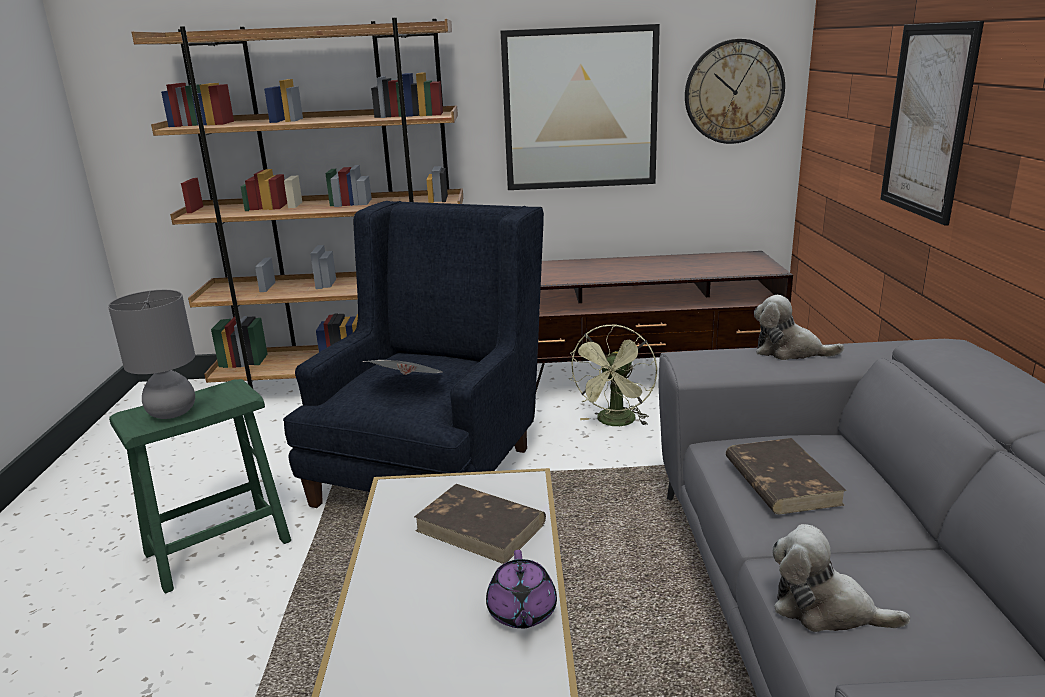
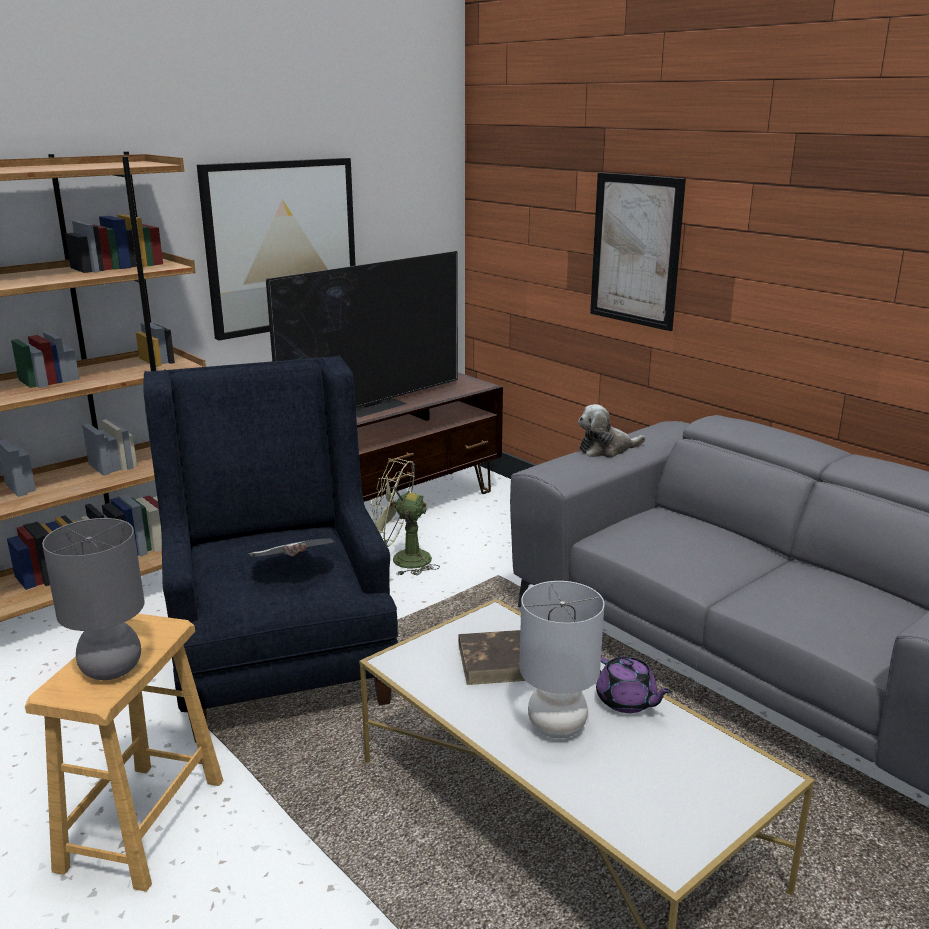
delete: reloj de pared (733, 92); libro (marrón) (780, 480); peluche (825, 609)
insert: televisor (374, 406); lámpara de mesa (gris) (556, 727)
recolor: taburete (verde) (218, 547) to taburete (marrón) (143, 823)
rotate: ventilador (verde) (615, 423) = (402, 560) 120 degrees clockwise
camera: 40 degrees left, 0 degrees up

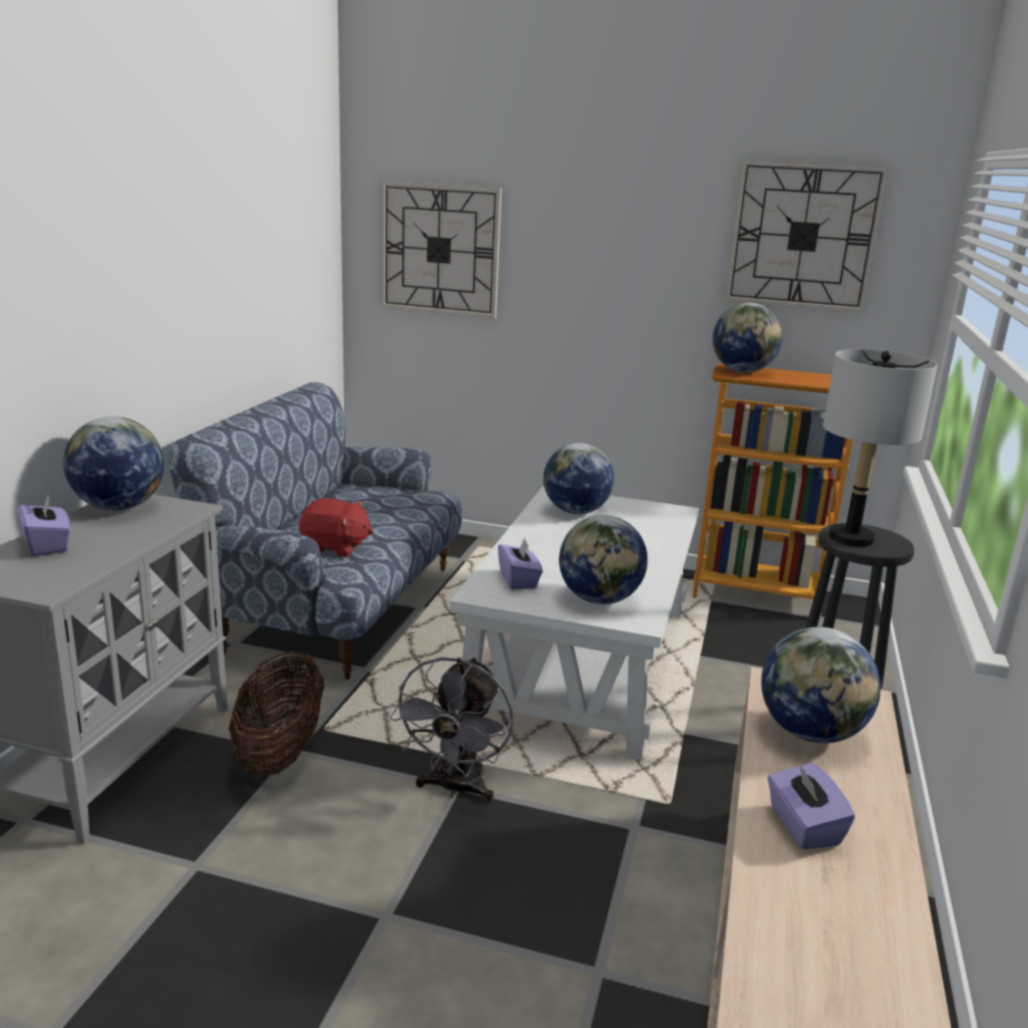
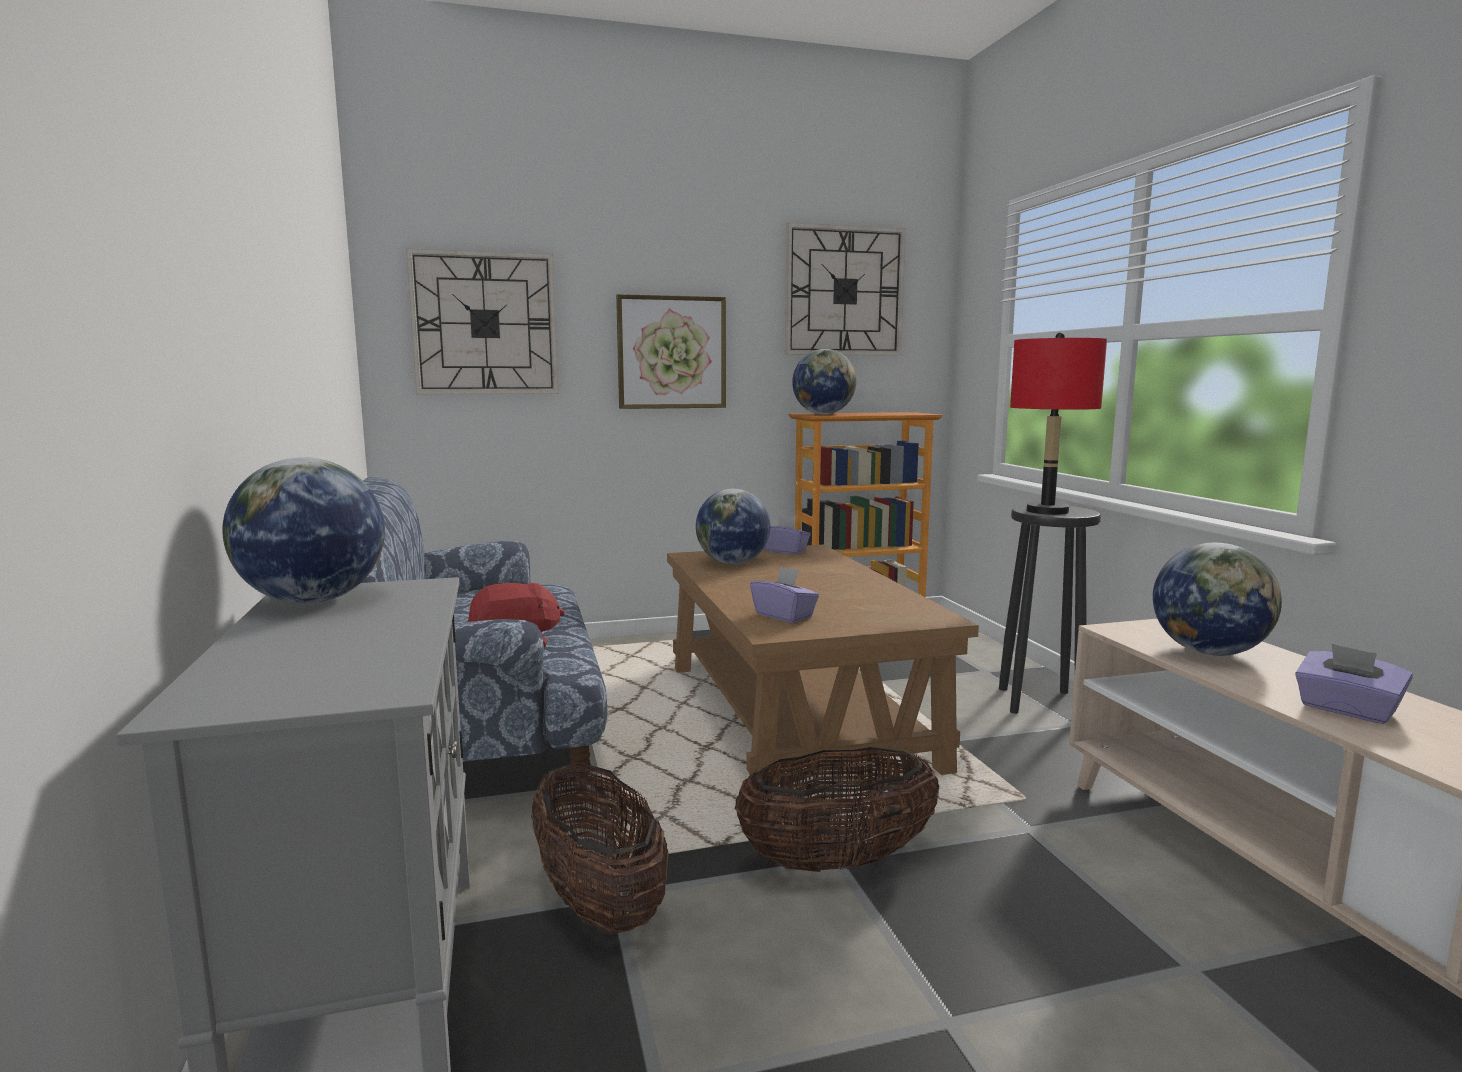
delete: globo terráqueo (599, 599)
insert: cuadro (671, 352)
move: caja de pañuelos (morado) (47, 545) to (785, 551)
replace: ventilador (gris) (456, 789) to cesta (837, 861)
recolor: mesa de centro (blanco) (580, 662) to mesa de centro (marrón) (792, 714); lámpara de mesa (gris) (851, 538) to lámpara de mesa (rojo) (1047, 511)
camera: 30 degrees left, 10 degrees down

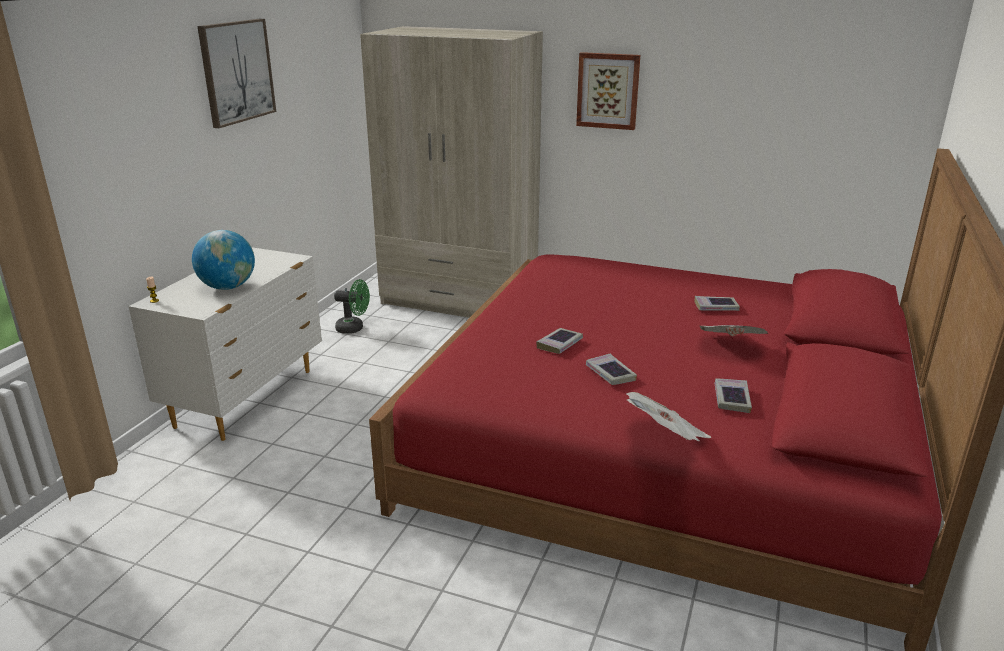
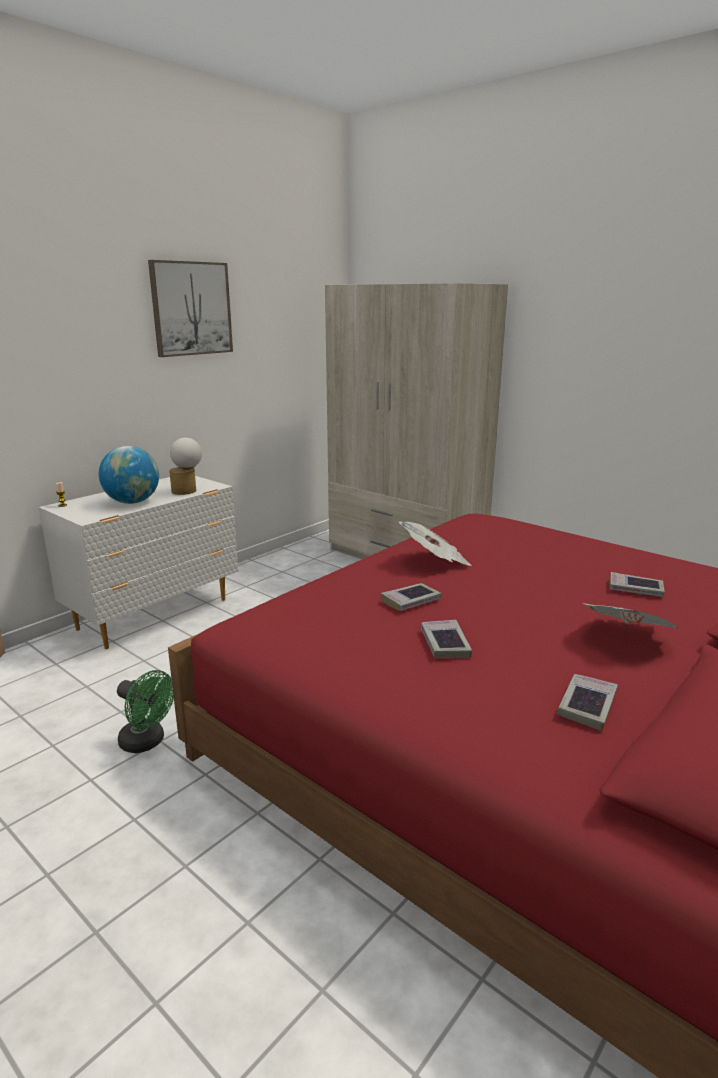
delete: cuadro (608, 90)
insert: lámpara de mesa (188, 491)
move: ventilador (verde) (354, 328) to (147, 742); periódico (666, 437) to (435, 561)
camera: 20 degrees right, 5 degrees down

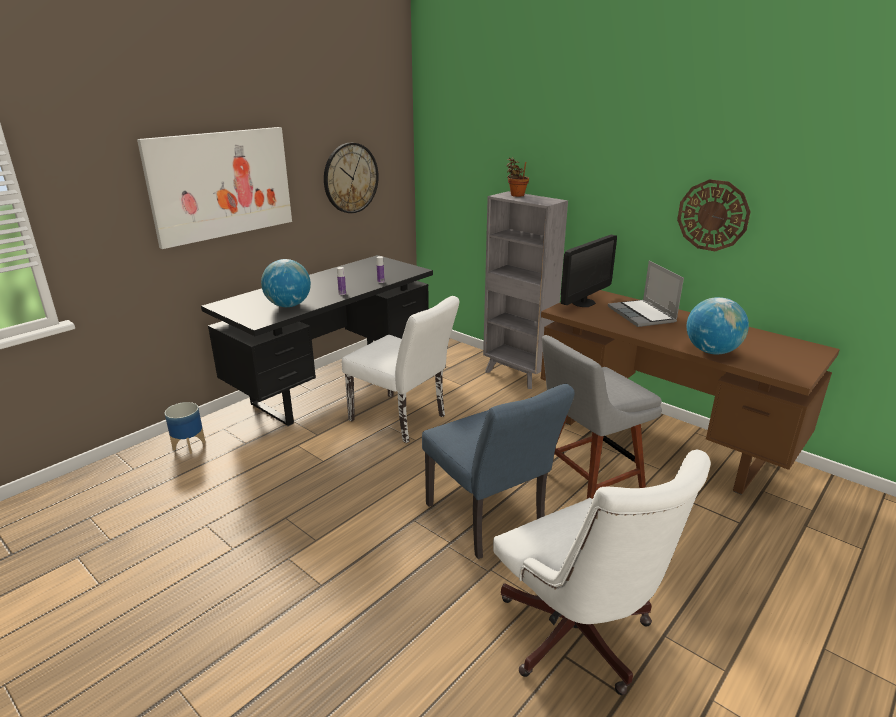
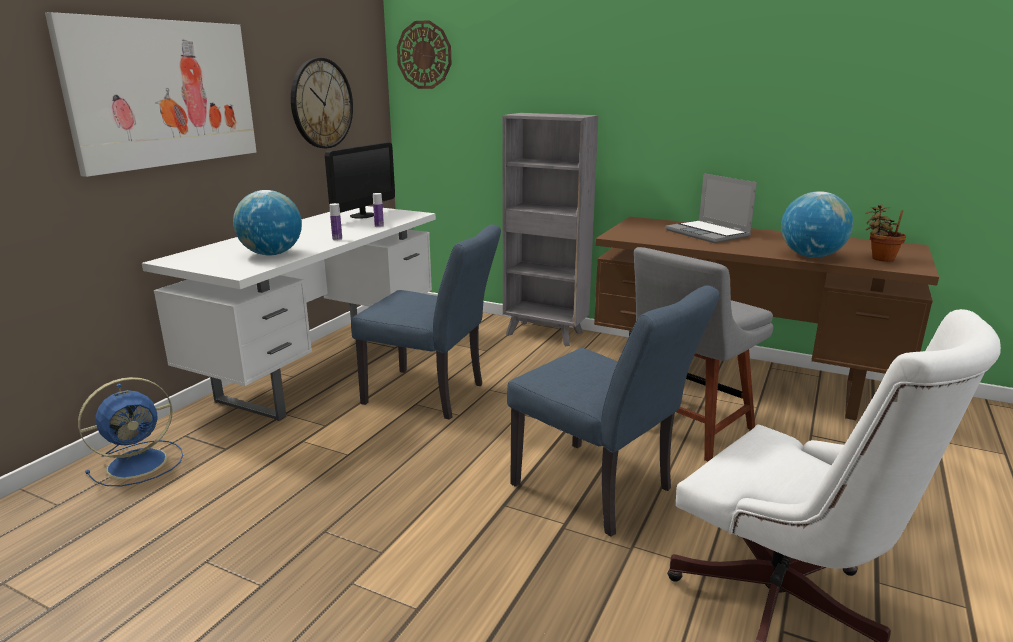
move: monitor (583, 303) to (363, 215); reloj de pared (713, 215) to (424, 55); planta en maceta (516, 195) to (880, 258)
replace: maceta (189, 445) to ventilador (azul) (140, 463)
recolor: escritorio (negro) (334, 384) to escritorio (blanco) (323, 367); silla (blanco) (403, 420) to silla (azul) (432, 395)
camera: 15 degrees left, 5 degrees down

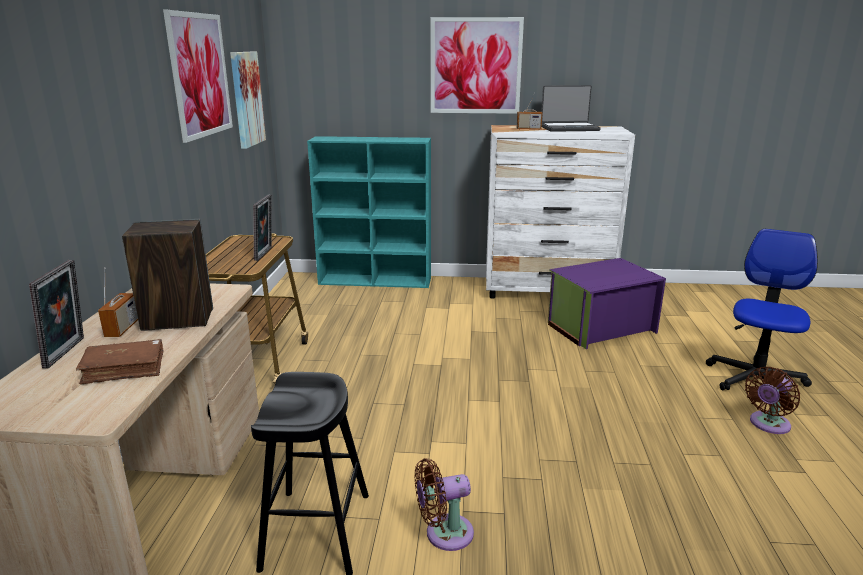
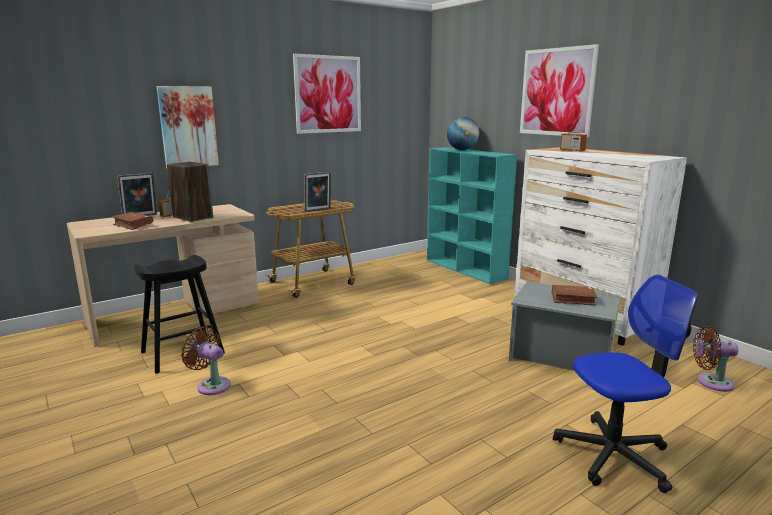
delete: portátil (569, 128)
insert: globo terráqueo (462, 149); libro (marrón) (572, 299)
move: cuadro (246, 99) to (188, 127); ventilador (marrón) (767, 425) to (711, 382)
recolor: caja de almacenaje (morado) (599, 327) to caja de almacenaje (gris) (560, 355)
camera: 50 degrees right, 5 degrees down

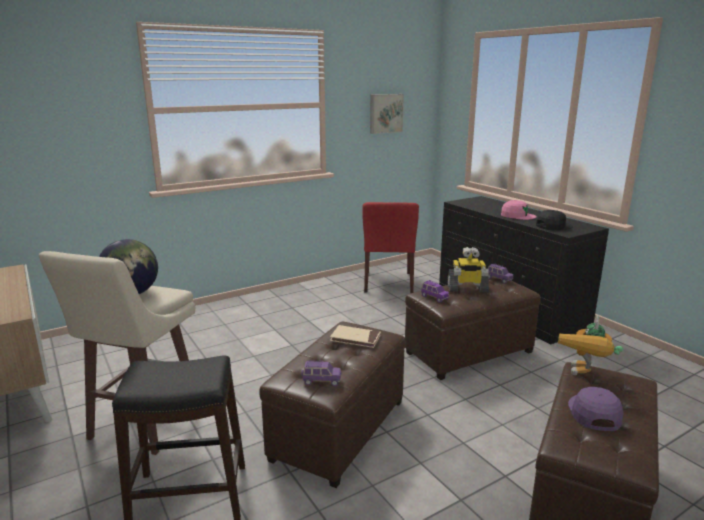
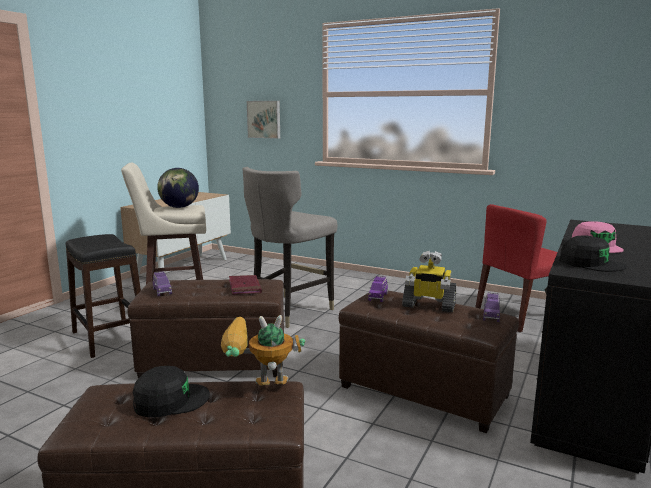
insert: taburete (gris) (289, 311)
move: cuadro (385, 113) to (264, 119)
recolor: gorra (morado) (593, 413) to gorra (negro) (170, 400); libro (beis) (355, 339) to libro (rojo) (244, 287)
rotate: robot de juguete (467, 289) = (428, 305) 45 degrees counterclockwise
camera: 60 degrees right, 5 degrees down

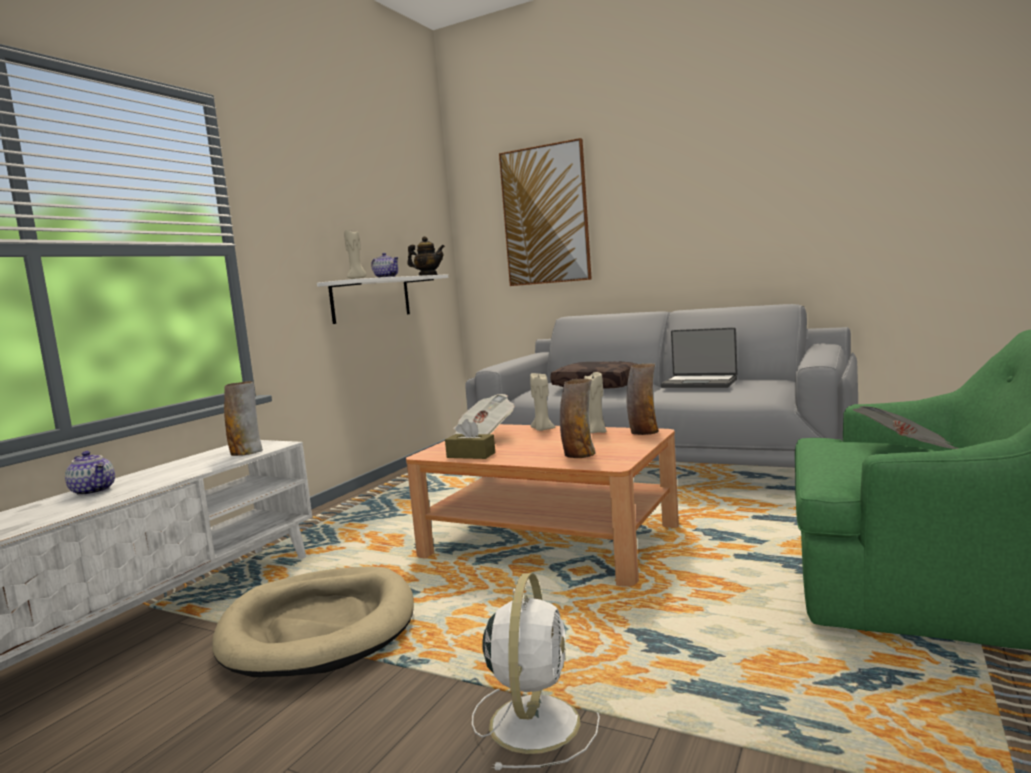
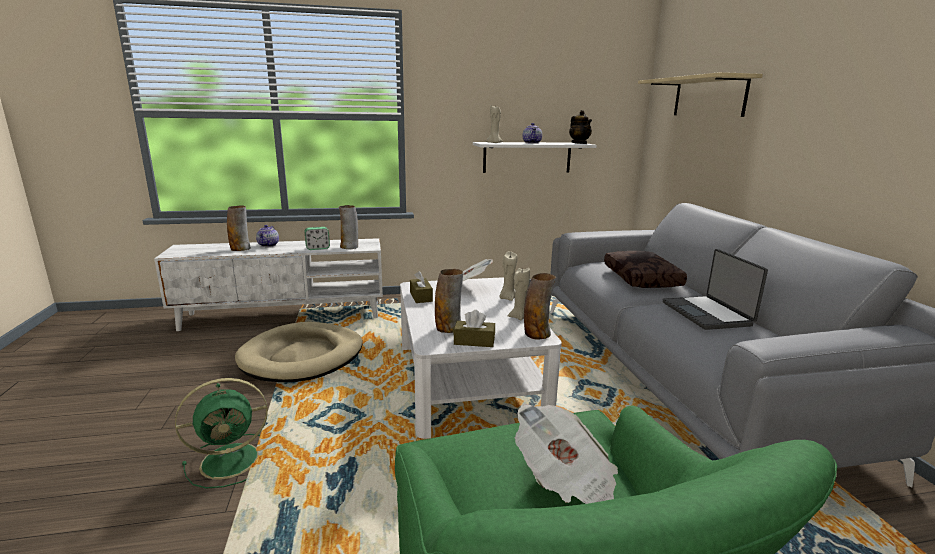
insert: florero (240, 249); despertador (318, 248); caja de pañuelos (marrón) (474, 341)
replace: cuadro (545, 215) to estante (beis) (709, 97)
recolor: ventilador (blanco) (535, 720) to ventilador (verde) (233, 460); mesa de centro (marrón) (550, 540) to mesa de centro (blanco) (469, 380)
camera: 50 degrees right, 10 degrees up

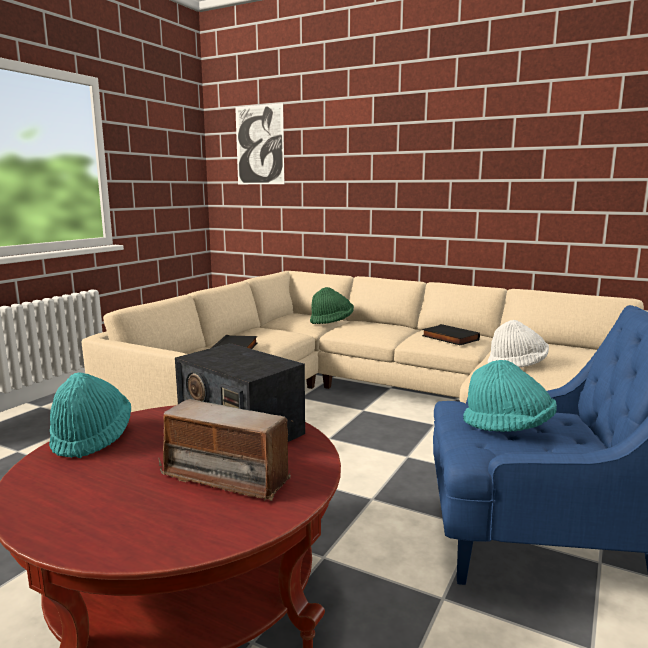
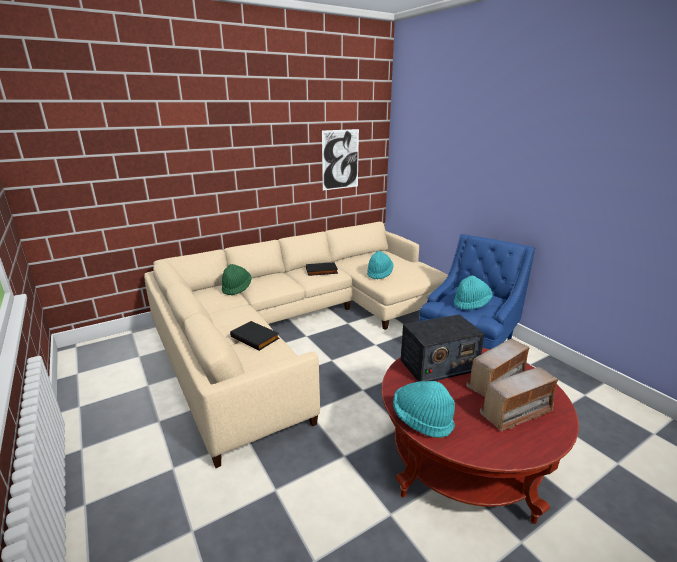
insert: radio (516, 412)
move: cuadro (259, 145) to (340, 159)
recolor: sombrero (blanco) (517, 365) to sombrero (turquesa) (379, 273)
camera: 60 degrees left, 10 degrees up

